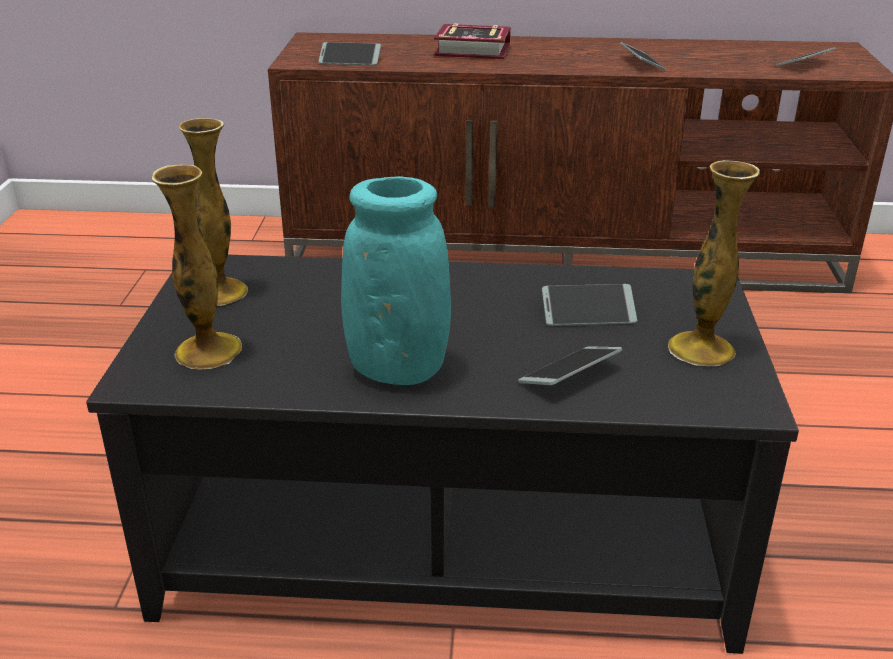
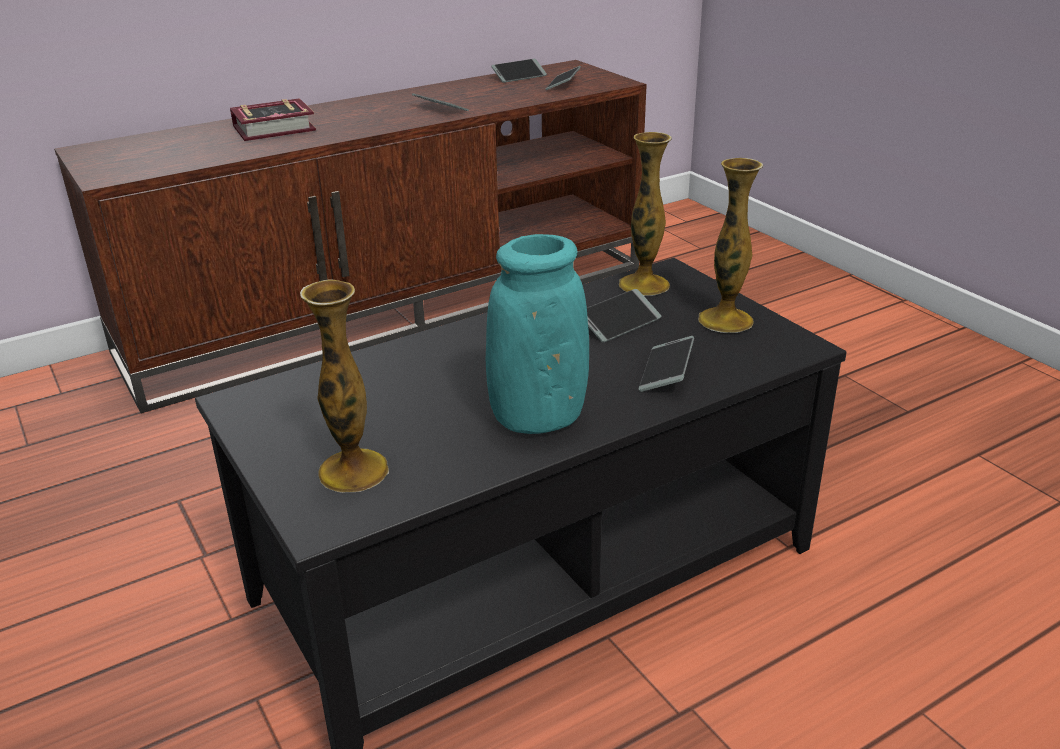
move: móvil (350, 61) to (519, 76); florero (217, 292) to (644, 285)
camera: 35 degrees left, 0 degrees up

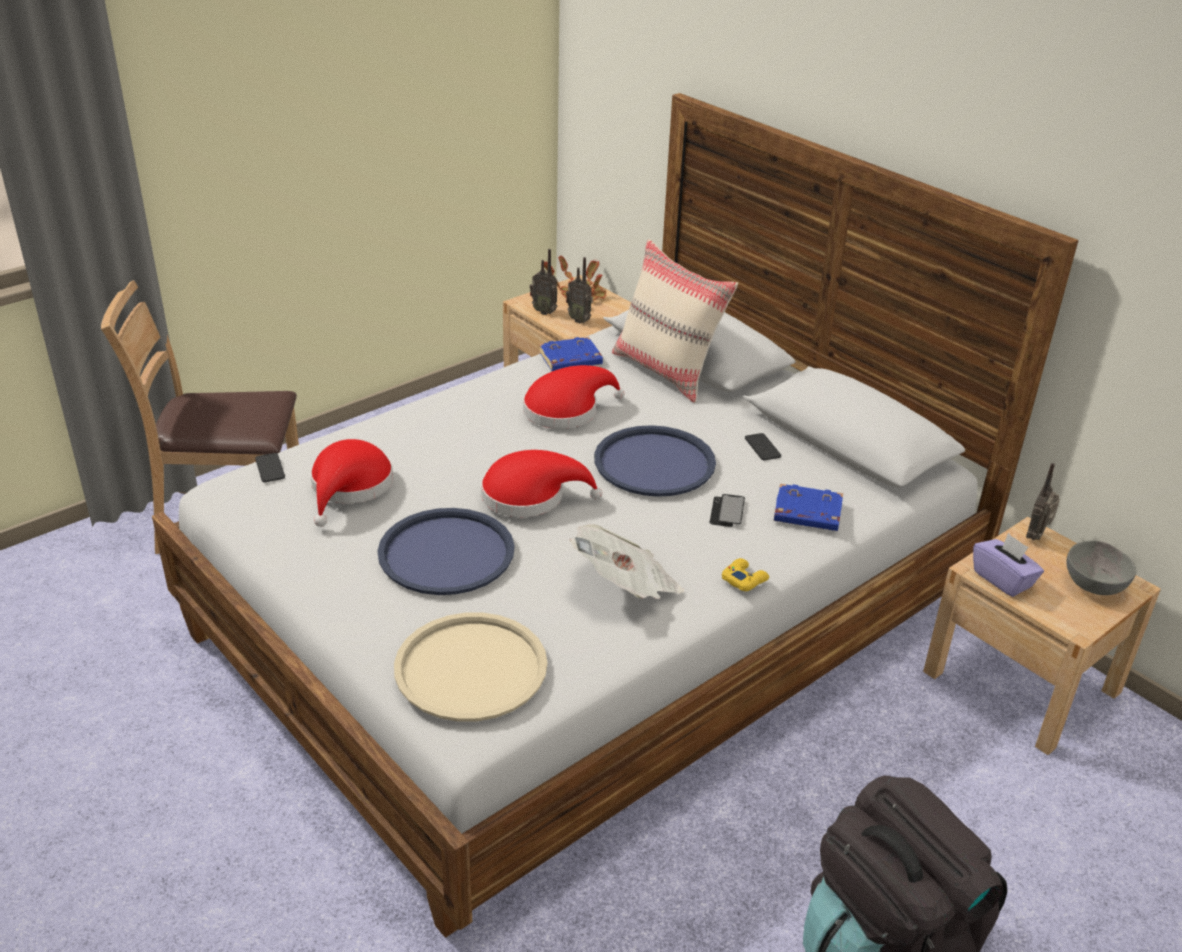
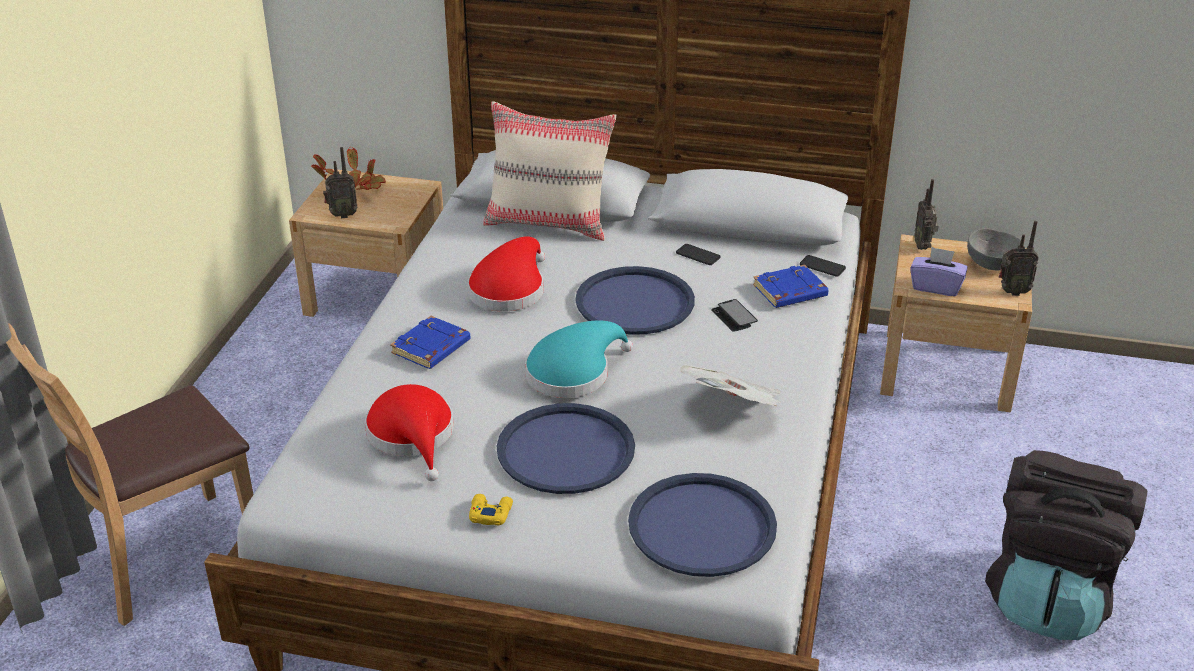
move: libro (azul) (570, 360) to (431, 348); mando de consola (amarillo) (744, 579) to (490, 513); móvil (270, 468) to (822, 266); radio (579, 320) to (1012, 291)
recolor: sombrero (rojo) (530, 496) to sombrero (turquesa) (573, 372); bandeja (beis) (471, 668) to bandeja (azul) (702, 526)
camera: 35 degrees left, 0 degrees up

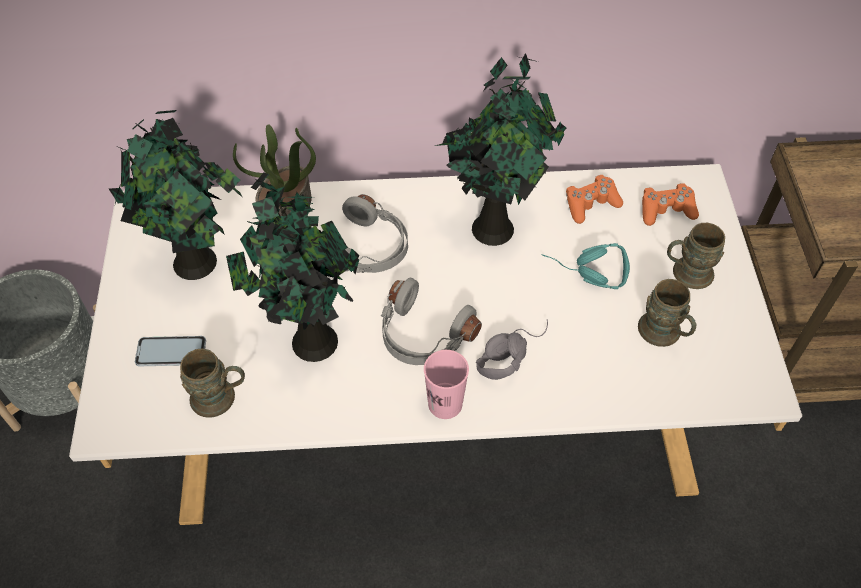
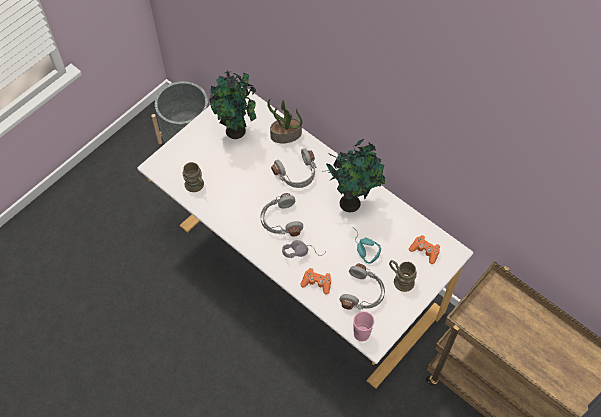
delete: móvil (171, 352); planta en maceta (310, 340)
move: mando de consola (naranja) (591, 204) to (316, 283); taza (rosa) (445, 404) to (361, 333)
replace: taza grande (marrón) (664, 335) to auriculares (gris) (363, 293)
camera: 45 degrees right, 5 degrees up

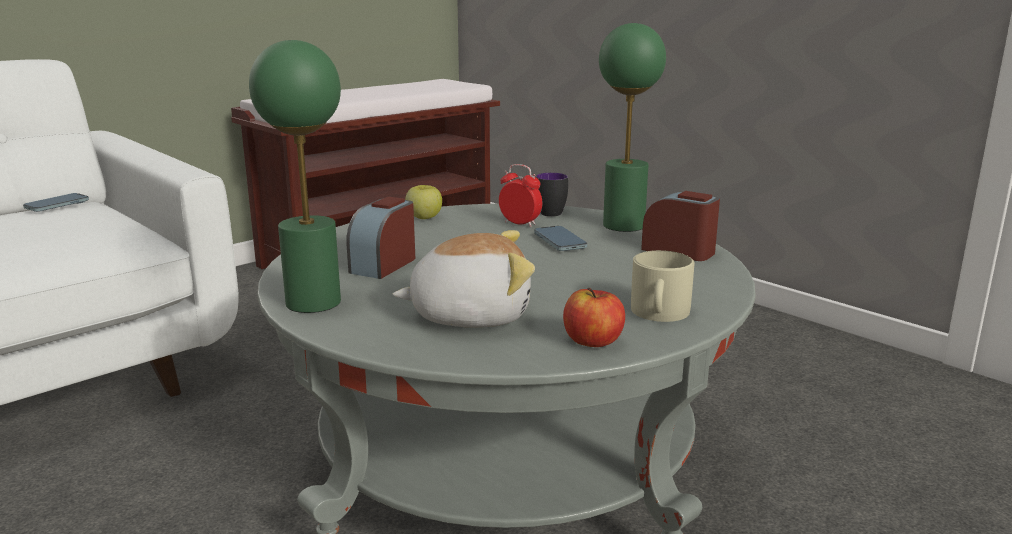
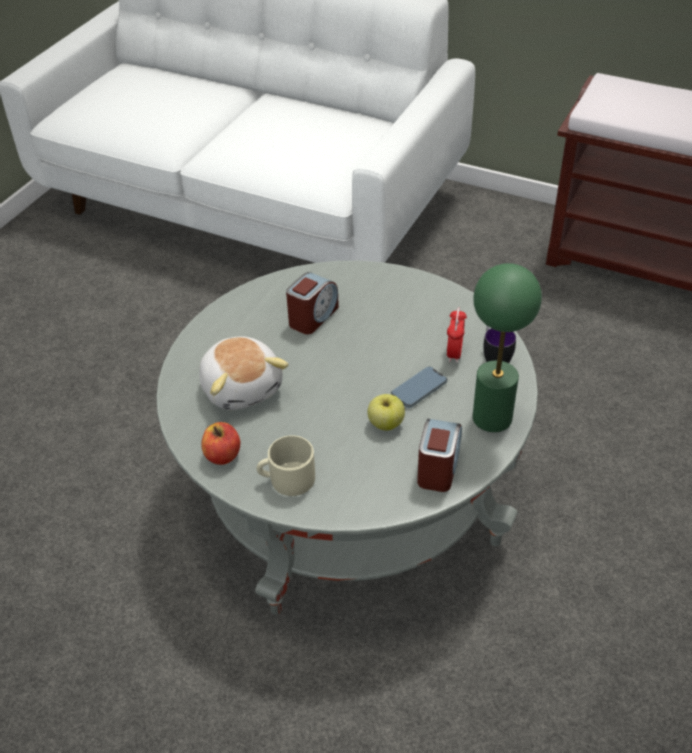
delete: móvil (57, 205); lámpara de mesa (verde) (312, 302)
move: manzana (424, 217) to (385, 423)
rotate: despertador (383, 265) = (313, 317) 120 degrees clockwise
camera: 70 degrees right, 25 degrees up

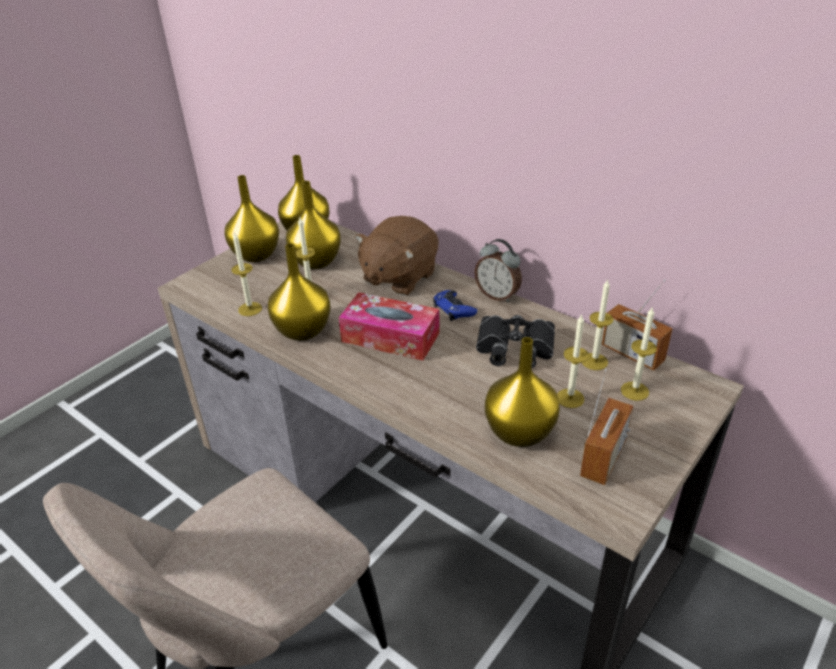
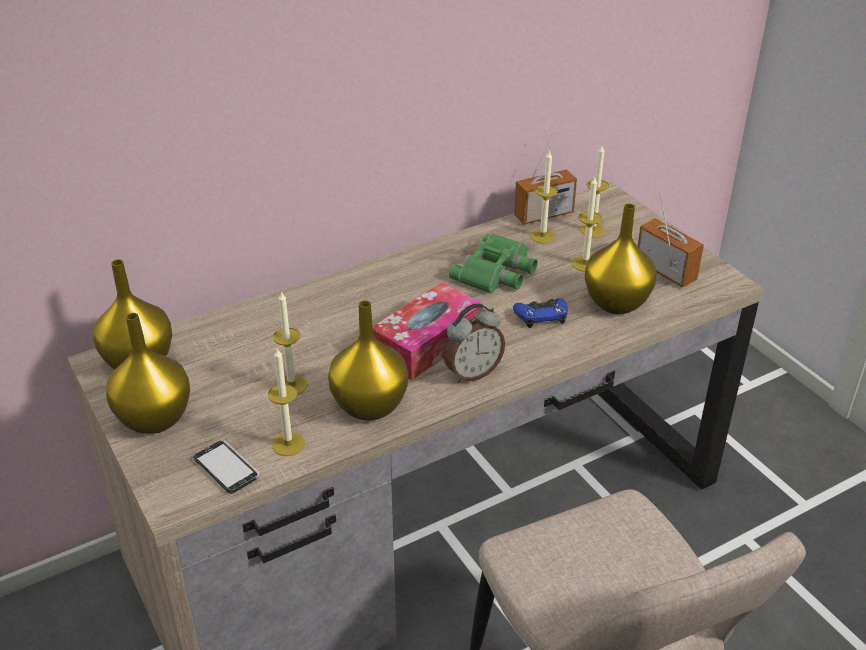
delete: florero (amarillo) (316, 262); peluche (marrón) (398, 277)
insert: móvil (226, 468)
move: despertador (497, 295) to (472, 372); mando de consola (azul) (454, 309) to (541, 316)
recolor: prismáticos (negro) (514, 348) to prismáticos (verde) (497, 272)
camera: 70 degrees left, 0 degrees up

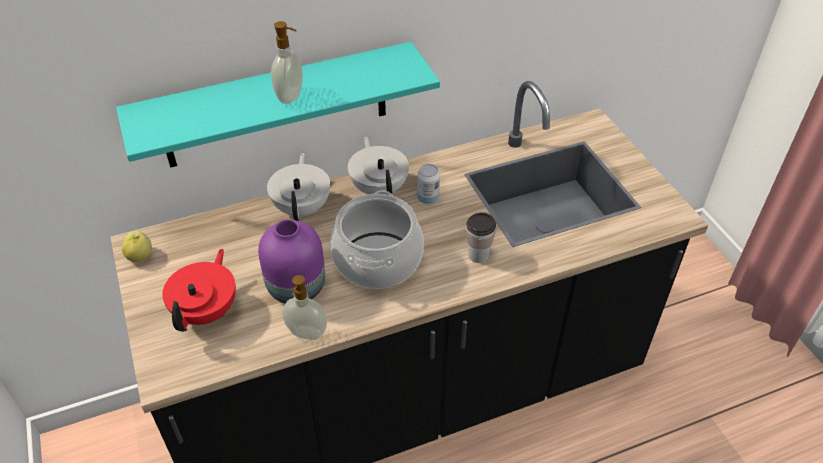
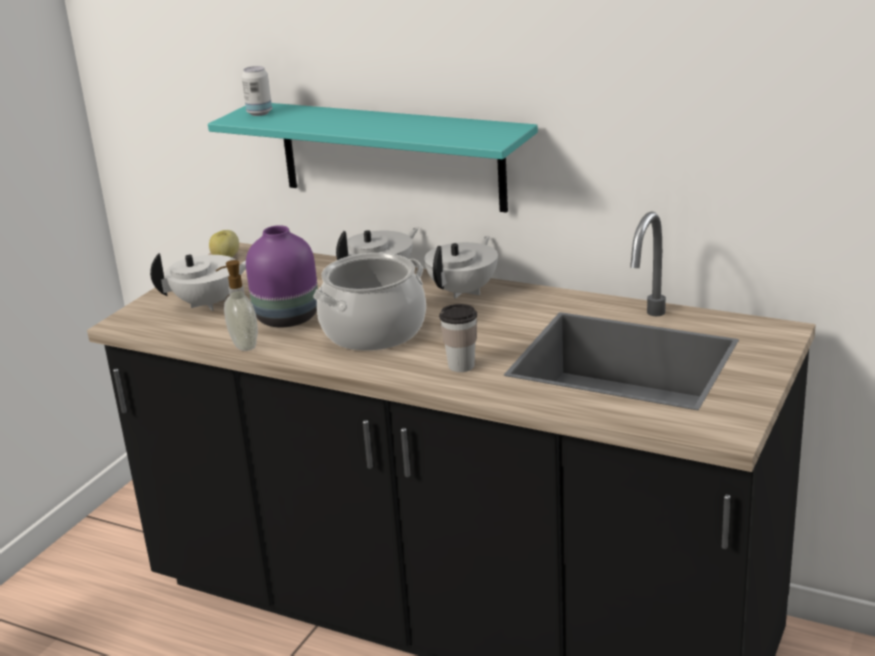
delete: dispensador de jabón (291, 96)
move: lata (428, 198) to (259, 113)
recolor: tetera (rojo) (207, 311) to tetera (blanco) (209, 303)
camera: 50 degrees right, 20 degrees down

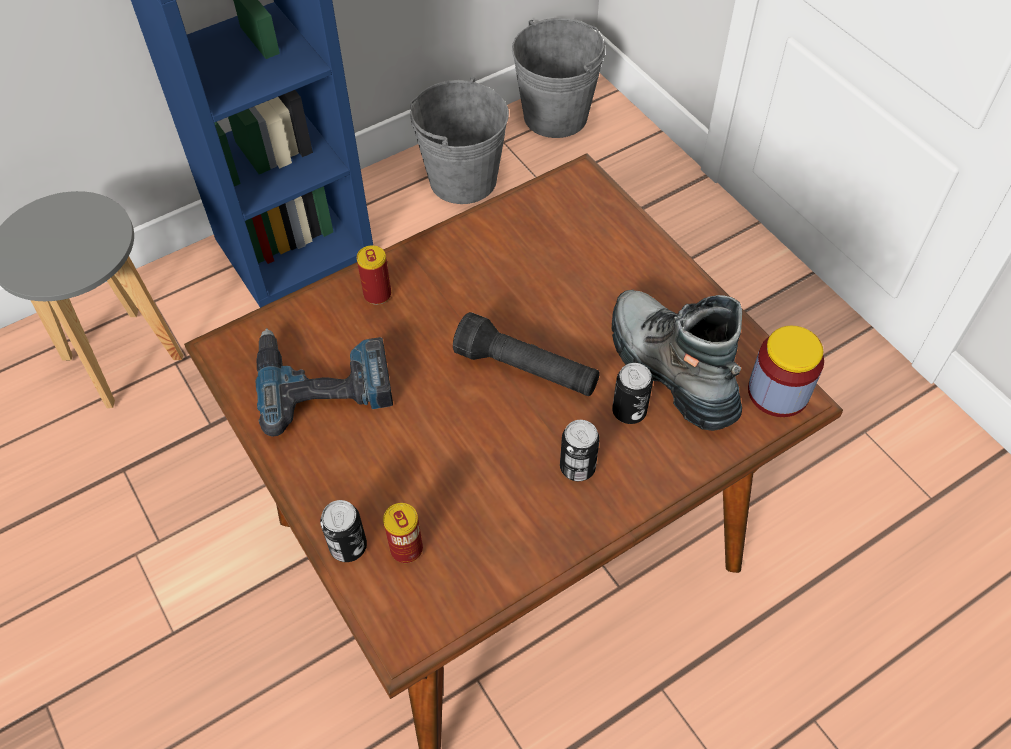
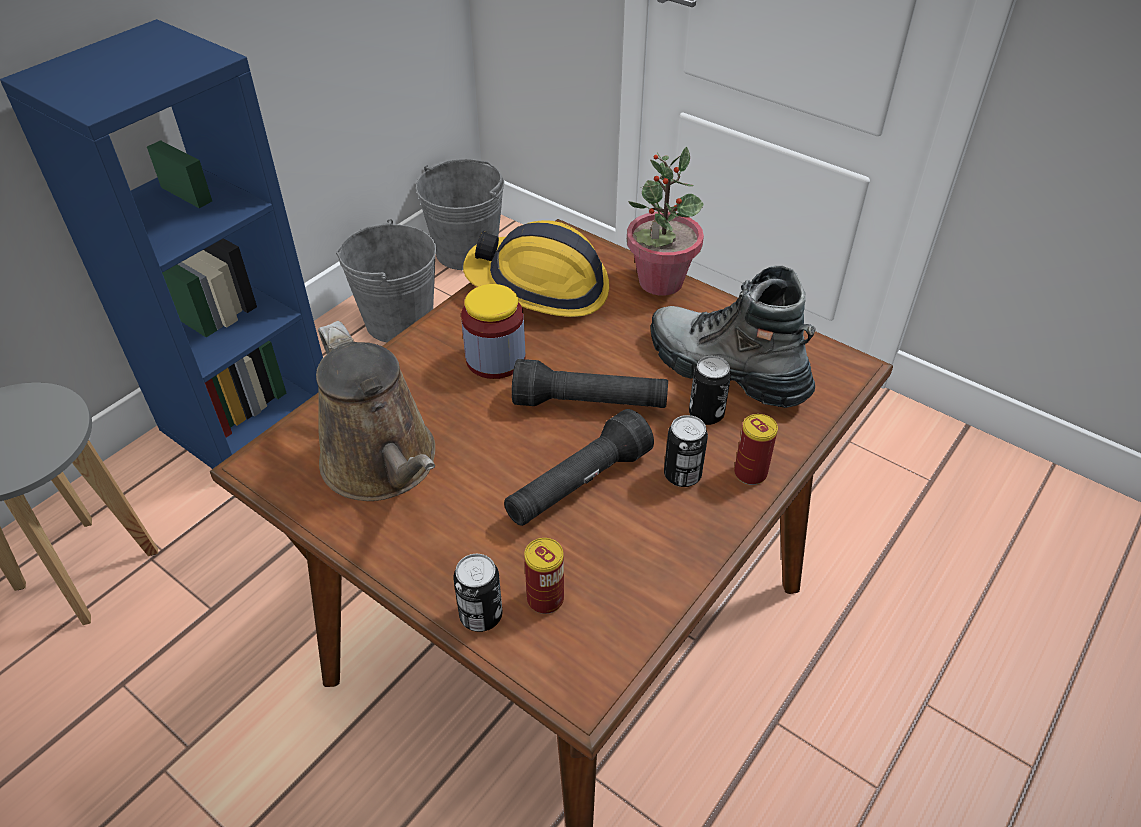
insert: casco (540, 287); linterna (negro) (578, 485); planta en maceta (660, 282)
move: tarro (778, 392) to (495, 359); lata (377, 294) to (750, 473)
replace: taladro (323, 380) to regadera (marrón) (384, 465)
camera: 20 degrees left, 10 degrees down

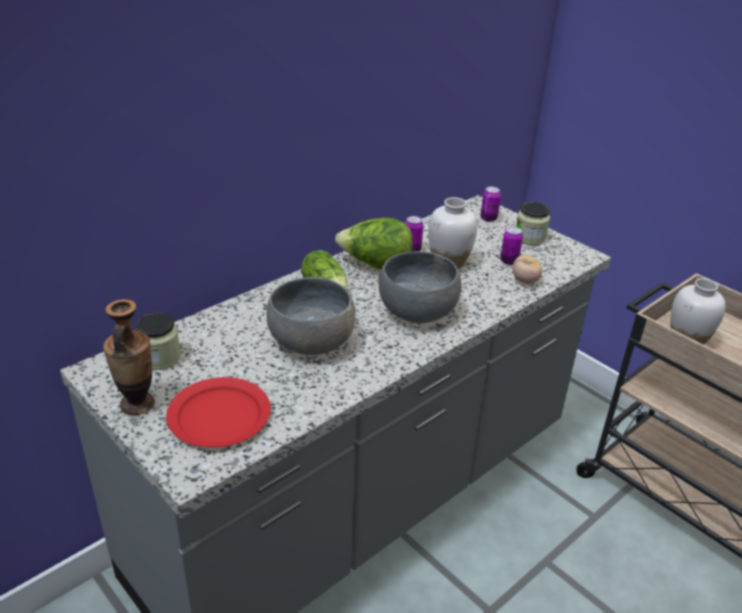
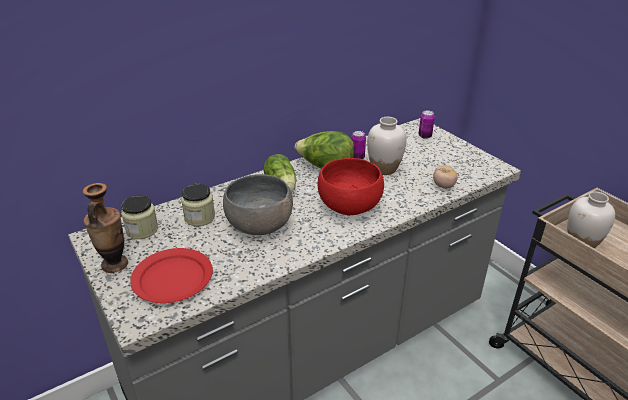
delete: lata (509, 261)
move: tarro (530, 238) to (200, 217)
recolor: cuenco (gris) (418, 311) to cuenco (rojo) (350, 206)
camera: 10 degrees right, 0 degrees up

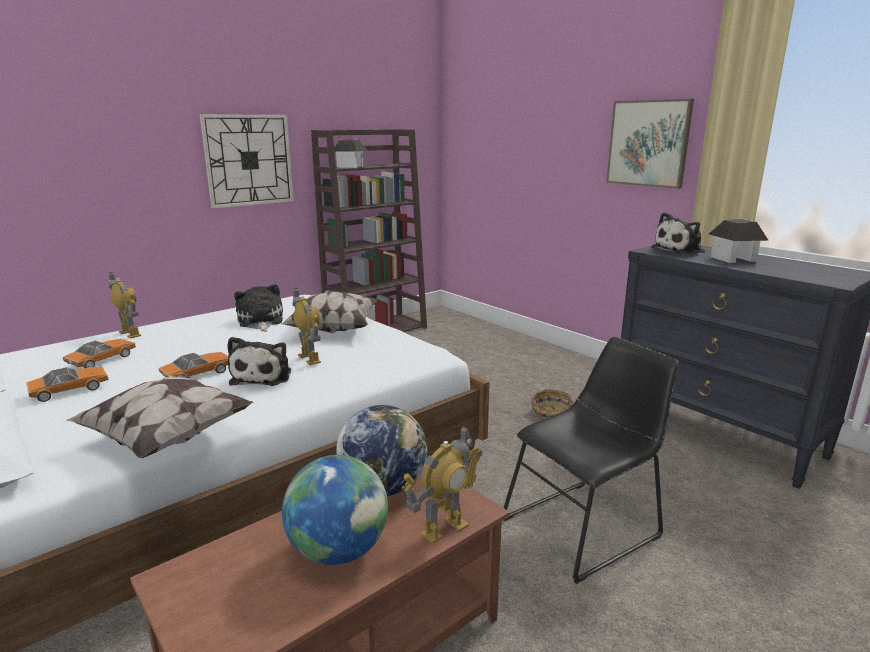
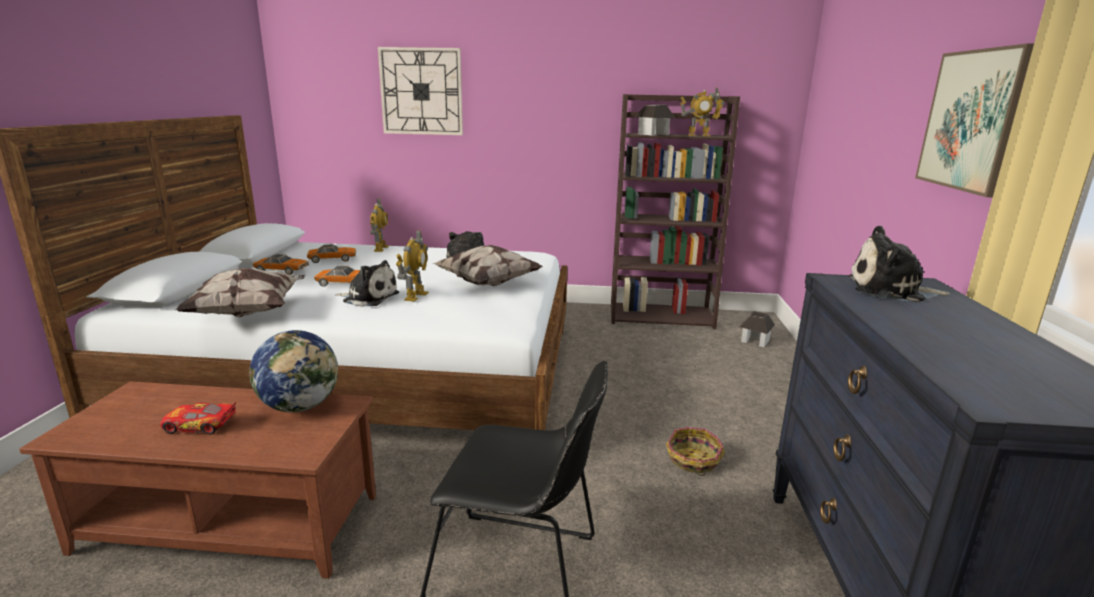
move: reloj de pared (249, 160) to (421, 91); robot de juguete (444, 529) to (698, 135); casita (733, 259) to (755, 341)
replace: globo terráqueo (338, 551) to coche de juguete (200, 425)
rotate: peluche (263, 376) = (369, 298) 120 degrees counterclockwise
camera: 45 degrees right, 0 degrees up

